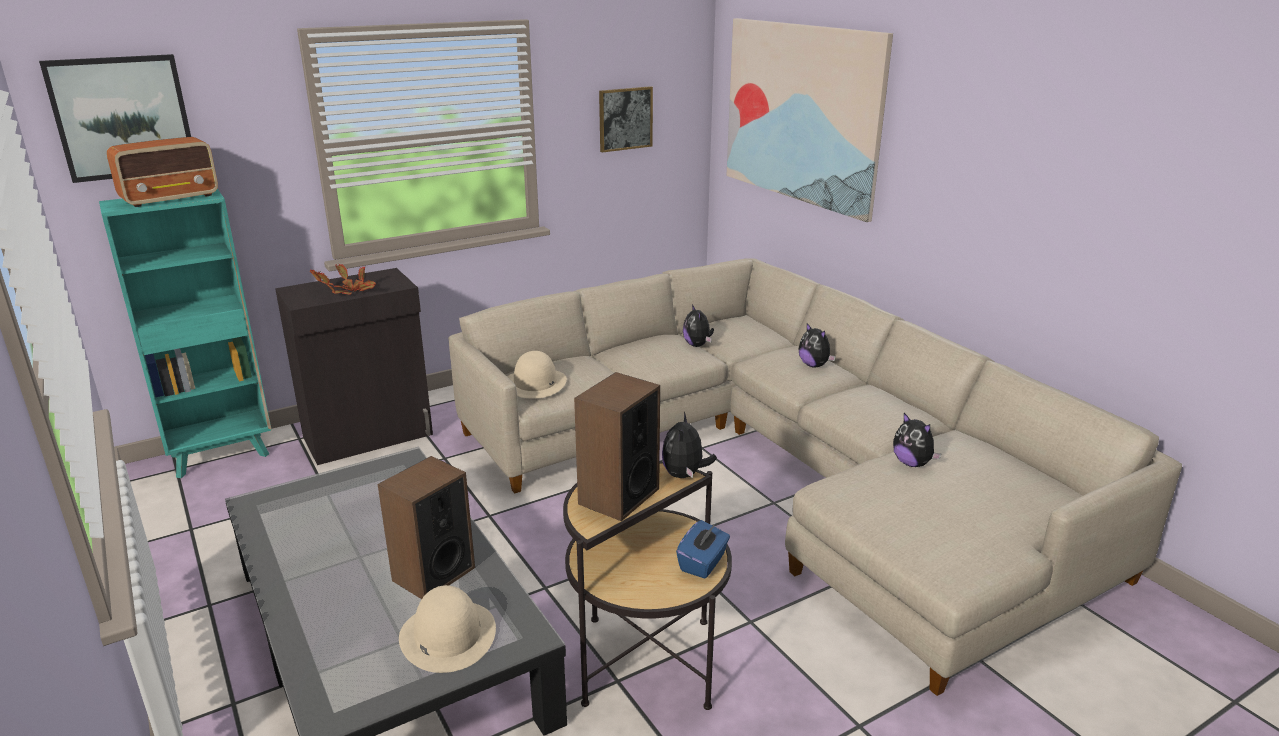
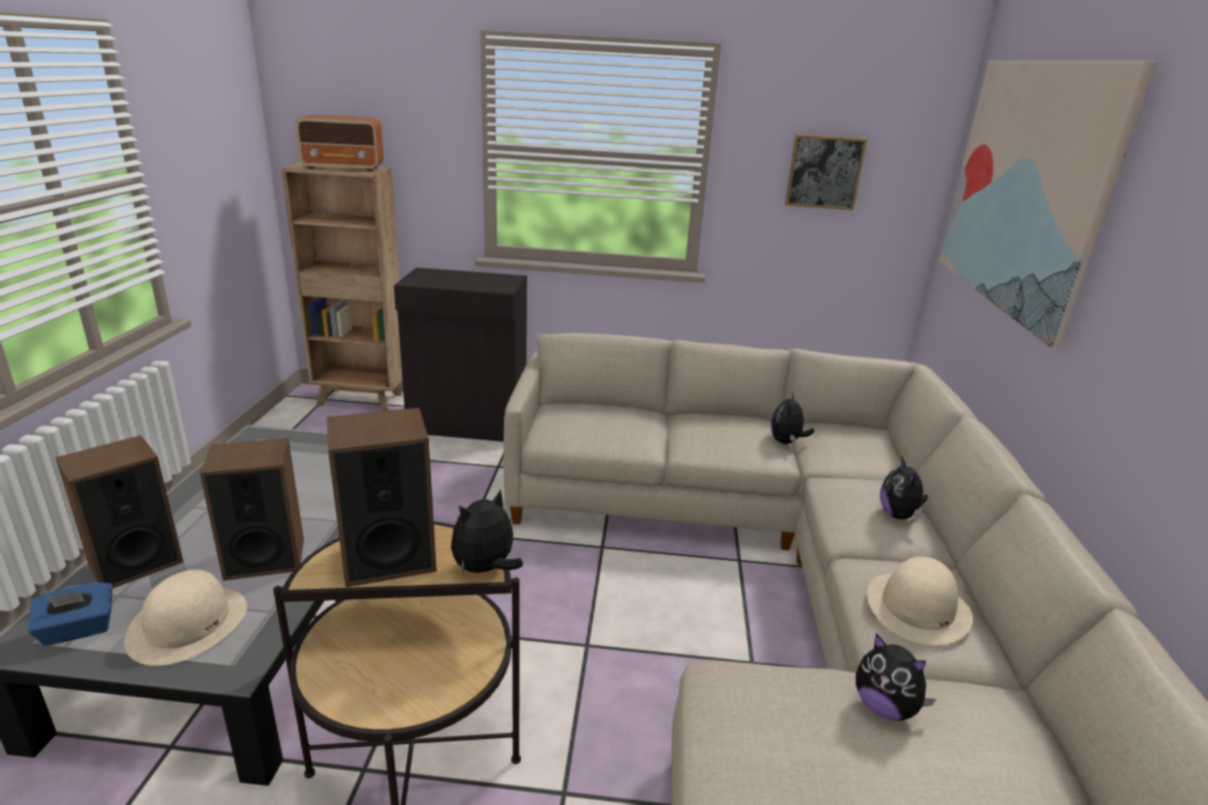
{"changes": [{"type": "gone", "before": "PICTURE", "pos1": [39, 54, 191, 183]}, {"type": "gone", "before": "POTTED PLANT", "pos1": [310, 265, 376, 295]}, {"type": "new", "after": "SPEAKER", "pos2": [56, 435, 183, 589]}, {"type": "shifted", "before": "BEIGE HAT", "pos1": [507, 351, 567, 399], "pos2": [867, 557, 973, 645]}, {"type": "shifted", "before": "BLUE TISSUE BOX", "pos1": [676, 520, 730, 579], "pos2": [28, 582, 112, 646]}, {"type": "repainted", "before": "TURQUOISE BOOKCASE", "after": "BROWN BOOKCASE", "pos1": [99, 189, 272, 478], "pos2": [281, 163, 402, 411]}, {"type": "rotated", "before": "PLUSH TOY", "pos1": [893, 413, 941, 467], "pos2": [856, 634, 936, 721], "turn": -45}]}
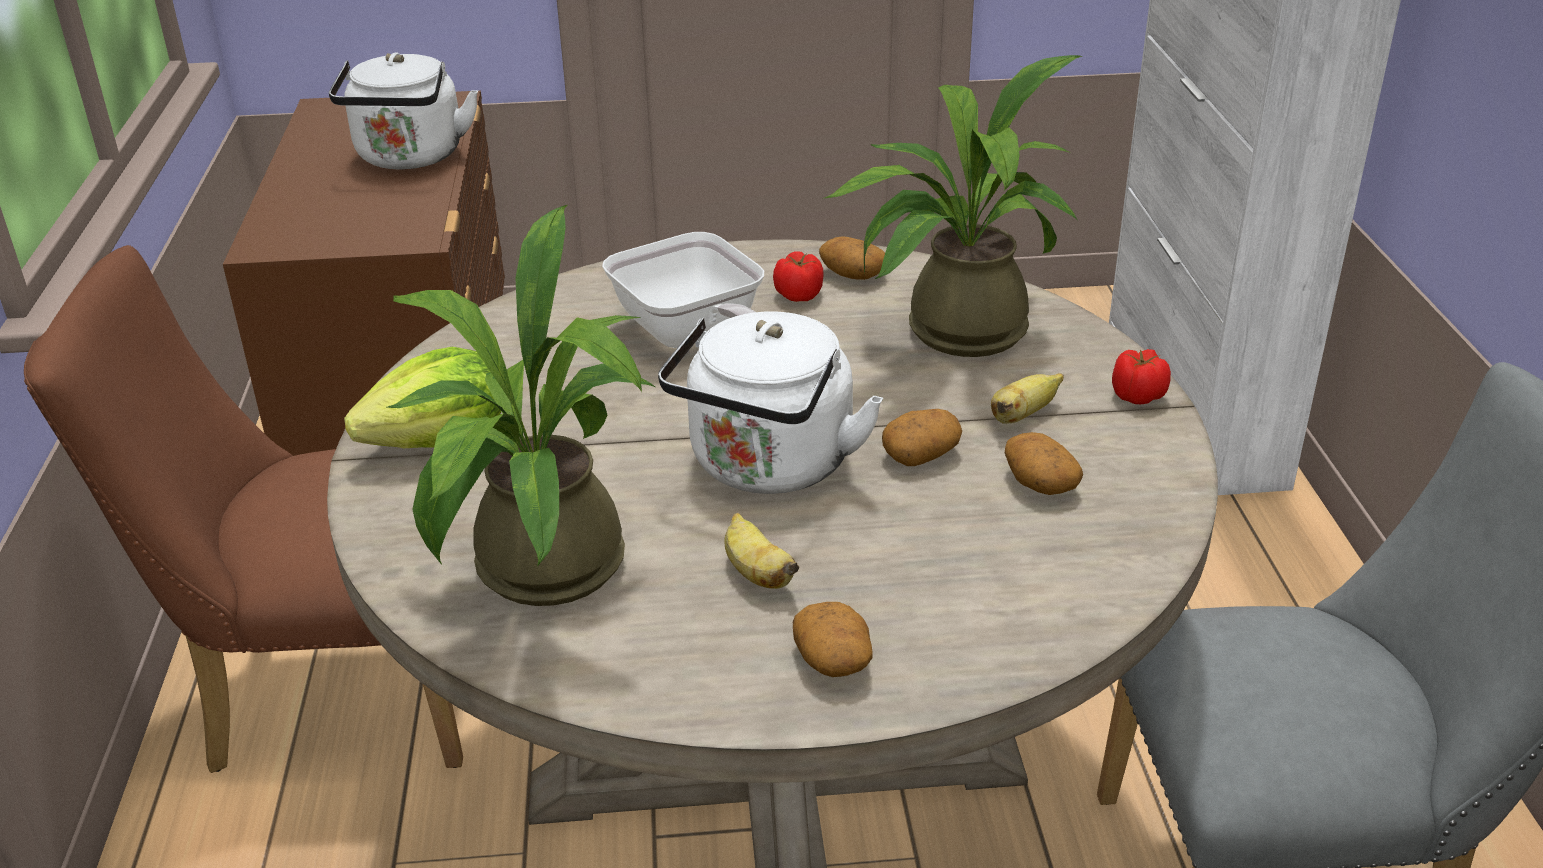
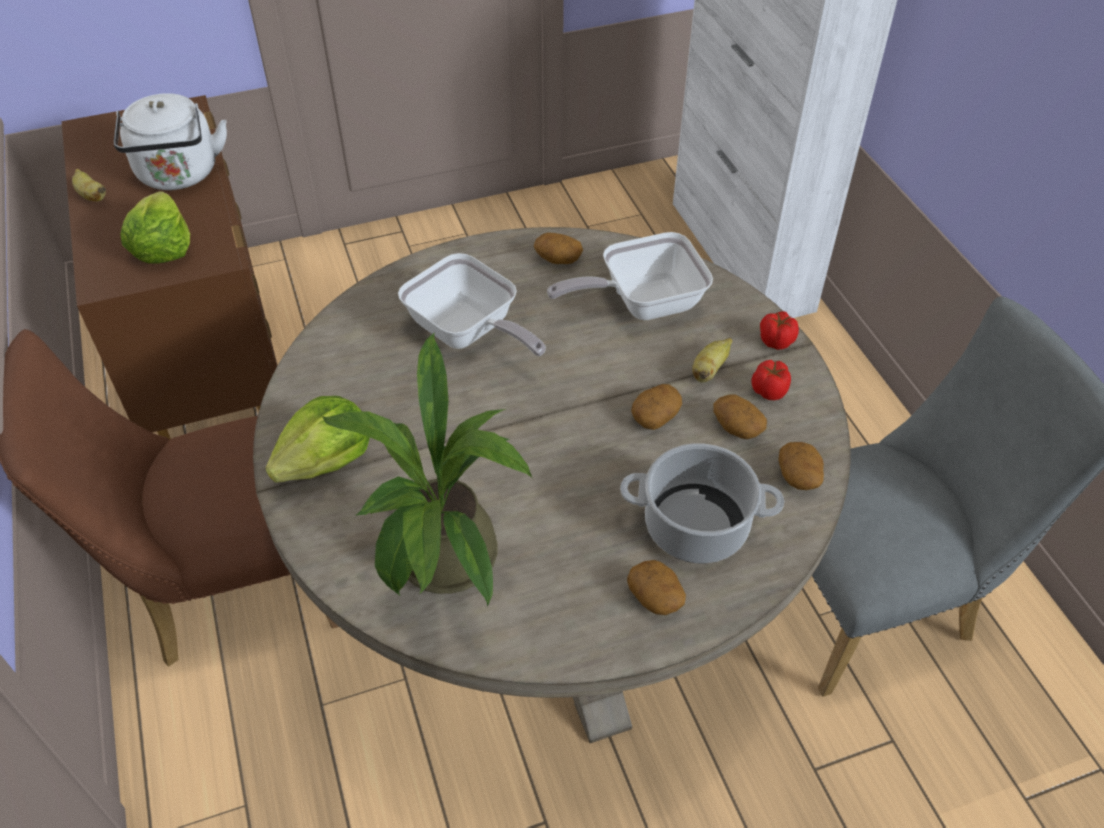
{"changes": [{"type": "gone", "before": "WHITE KETTLE", "pos1": [658, 311, 883, 494]}, {"type": "new", "after": "LETTUCE", "pos2": [120, 192, 190, 264]}, {"type": "new", "after": "COOKING POT", "pos2": [620, 443, 784, 563]}, {"type": "new", "after": "POTATO", "pos2": [778, 442, 824, 490]}, {"type": "shifted", "before": "BANANA", "pos1": [724, 513, 799, 589], "pos2": [72, 169, 106, 201]}, {"type": "shifted", "before": "TOMATO", "pos1": [773, 251, 824, 302], "pos2": [751, 360, 791, 400]}, {"type": "swapped", "before": "POTTED PLANT", "after": "FRYING PAN", "pos1": [825, 55, 1082, 357], "pos2": [547, 232, 713, 320]}]}
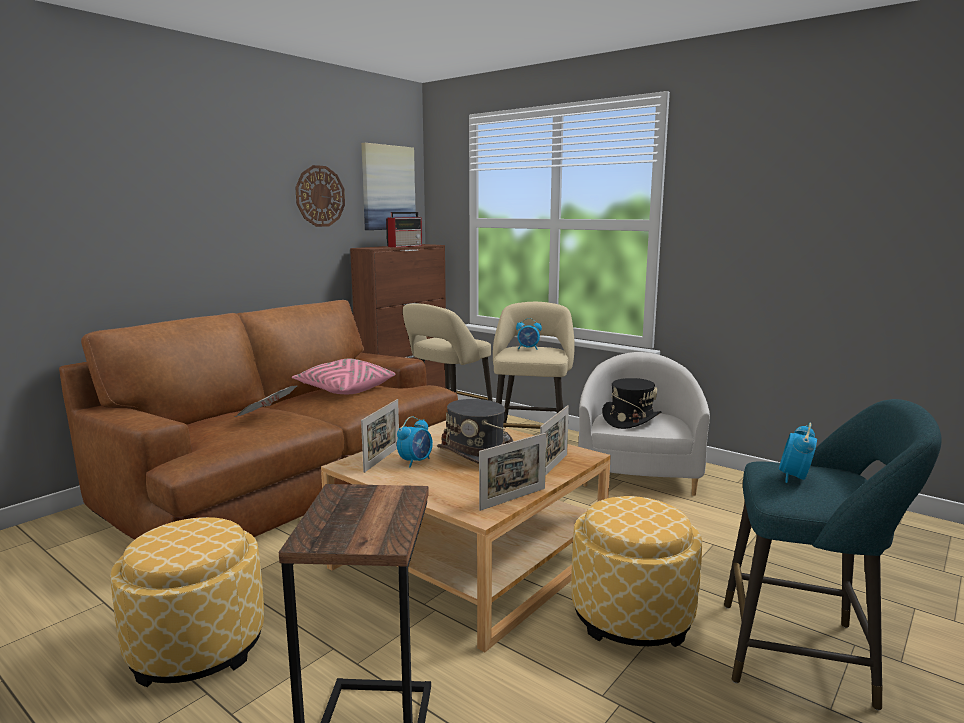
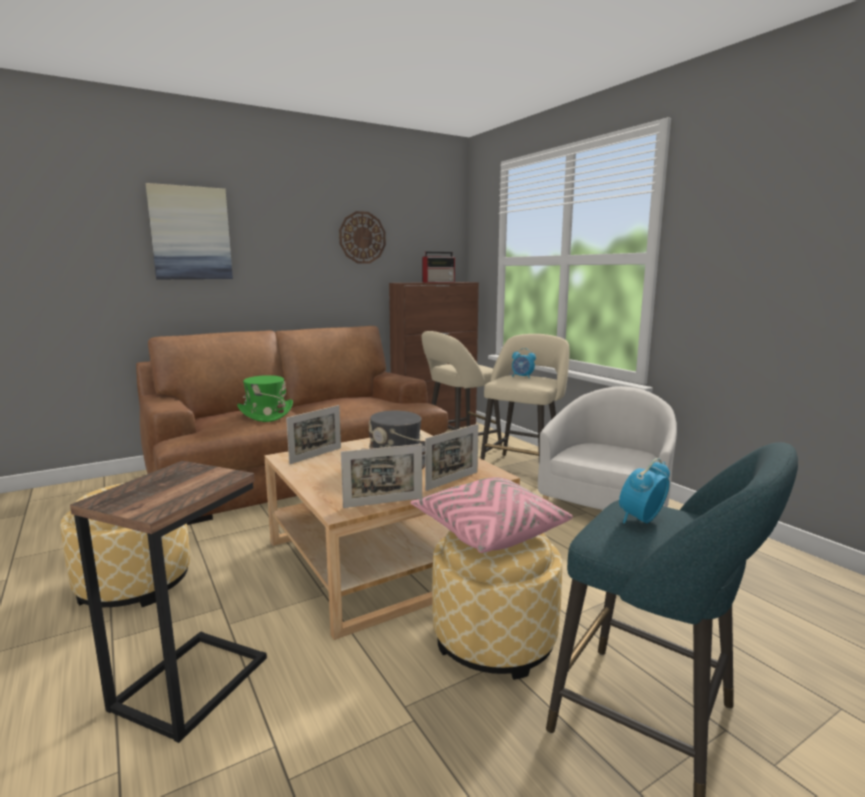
{"changes": [{"type": "gone", "before": "ALARM CLOCK", "pos1": [397, 416, 433, 467]}, {"type": "gone", "before": "BLACK HAT", "pos1": [602, 378, 661, 429]}, {"type": "shifted", "before": "PINK PILLOW", "pos1": [292, 359, 396, 394], "pos2": [410, 477, 573, 553]}, {"type": "shifted", "before": "PICTURE", "pos1": [361, 143, 416, 230], "pos2": [146, 183, 233, 279]}, {"type": "swapped", "before": "NEWSPAPER", "after": "GREEN HAT", "pos1": [235, 386, 297, 417], "pos2": [237, 375, 293, 422]}]}
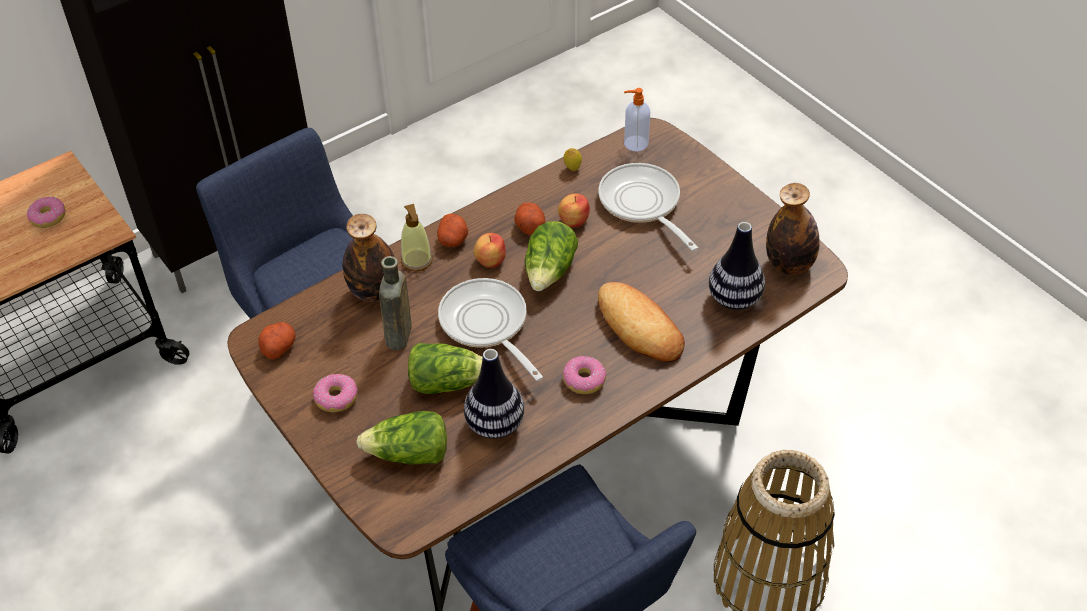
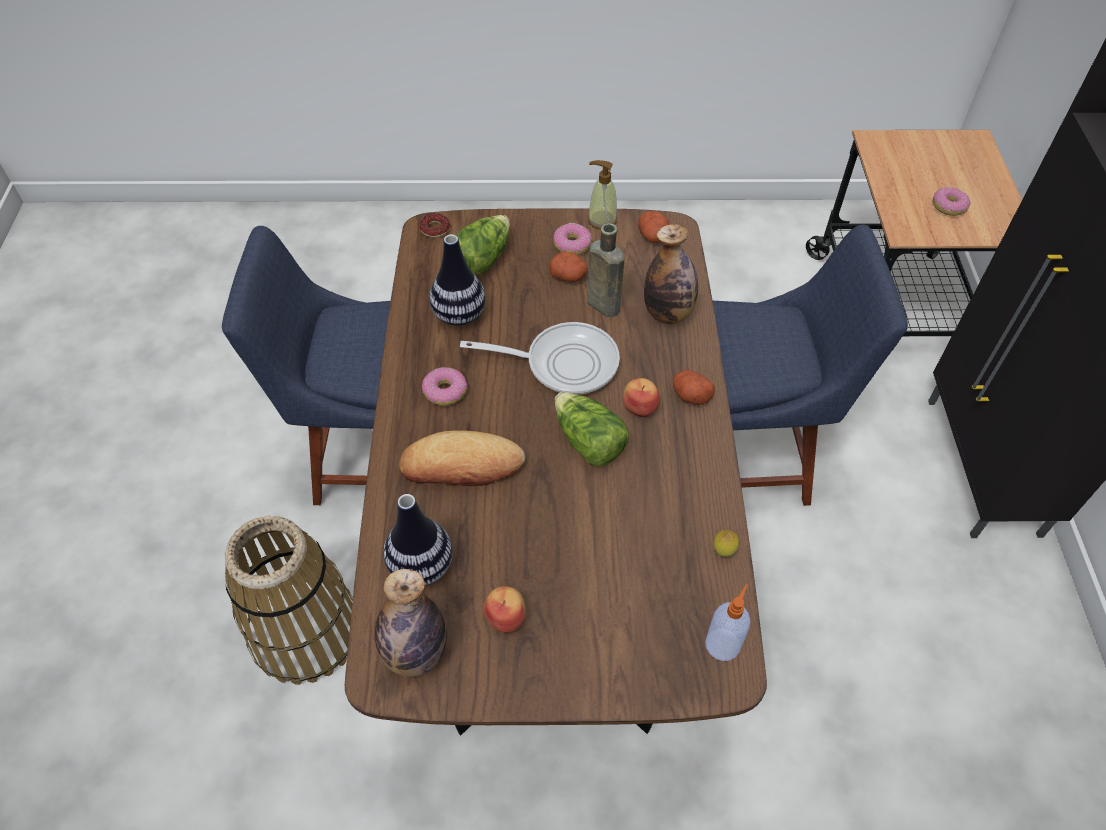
{"changes": [{"type": "gone", "before": "LETTUCE", "pos1": [408, 343, 482, 394]}, {"type": "gone", "before": "FRYING PAN", "pos1": [598, 163, 698, 251]}, {"type": "new", "after": "DONUT", "pos2": [420, 213, 450, 238]}, {"type": "shifted", "before": "SOAP DISPENSER", "pos1": [401, 204, 433, 272], "pos2": [588, 160, 617, 229]}, {"type": "shifted", "before": "POTATO", "pos1": [514, 202, 545, 235], "pos2": [549, 252, 588, 282]}, {"type": "shifted", "before": "APPLE", "pos1": [558, 193, 590, 227], "pos2": [483, 586, 526, 633]}]}
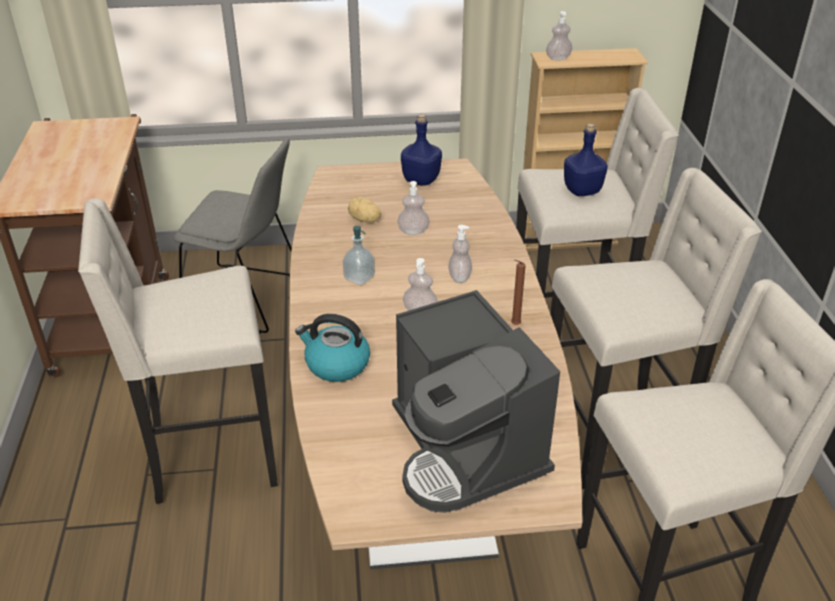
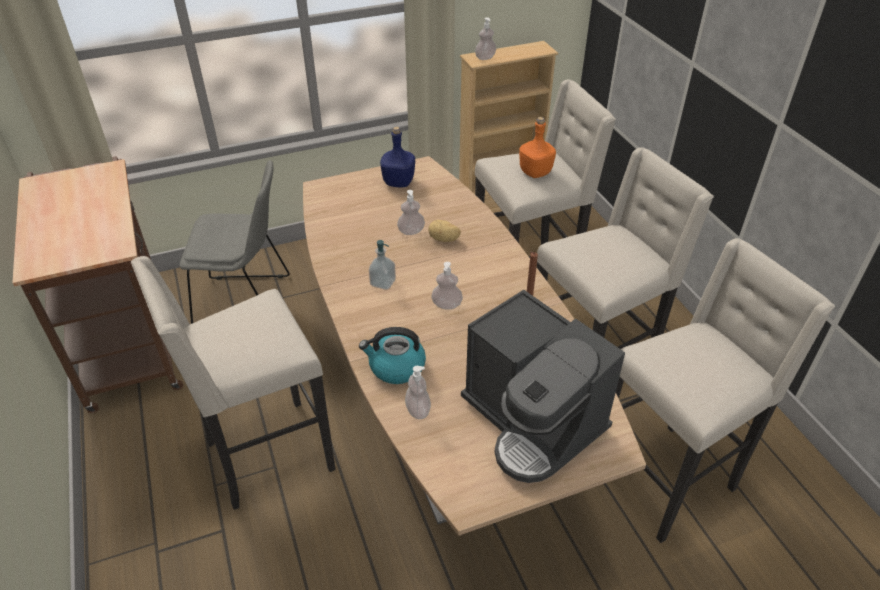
{"changes": [{"type": "shifted", "before": "POTATO", "pos1": [348, 197, 382, 222], "pos2": [428, 220, 461, 242]}, {"type": "shifted", "before": "SOAP DISPENSER", "pos1": [448, 225, 472, 283], "pos2": [405, 366, 431, 419]}, {"type": "repainted", "before": "BLUE BOTTLE", "after": "ORANGE BOTTLE", "pos1": [564, 124, 608, 196], "pos2": [519, 117, 556, 178]}]}
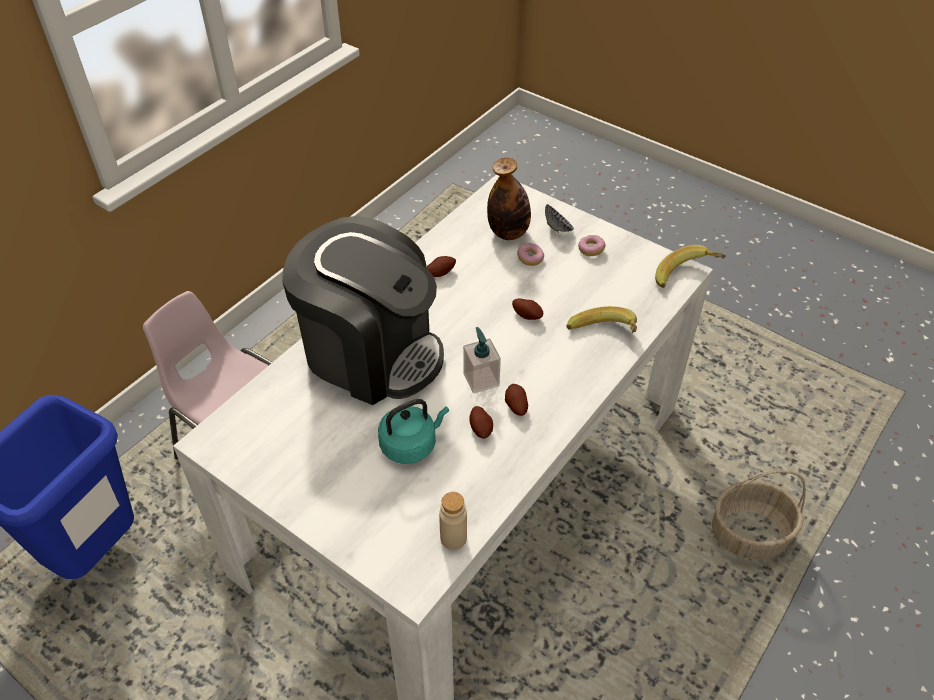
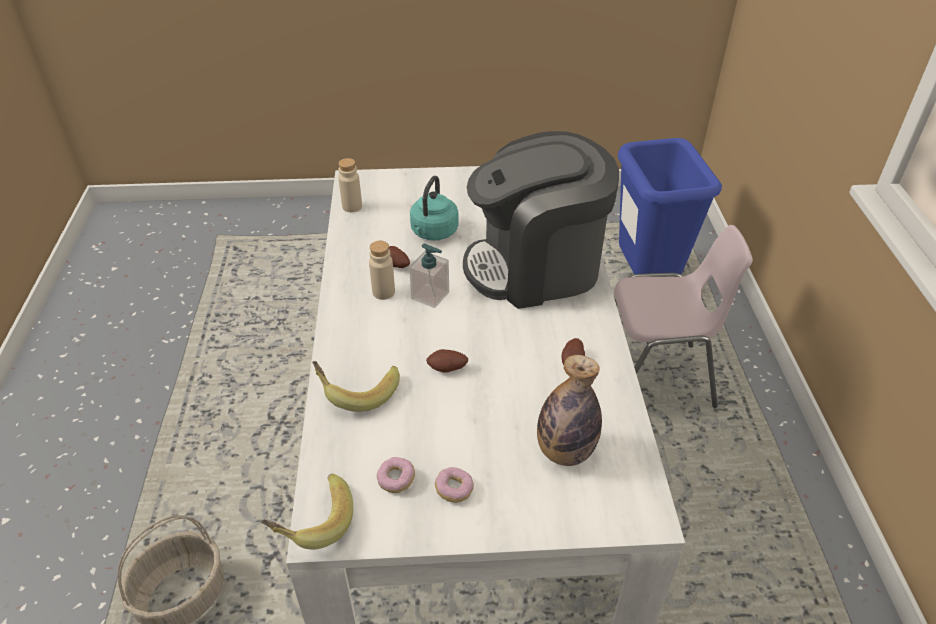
{"changes": [{"type": "gone", "before": "BOWL", "pos1": [545, 204, 574, 233]}, {"type": "shifted", "before": "DONUT", "pos1": [517, 243, 544, 266], "pos2": [377, 457, 415, 493]}, {"type": "swapped", "before": "POTATO", "after": "BEIGE BOTTLE", "pos1": [505, 384, 528, 416], "pos2": [369, 241, 395, 300]}]}
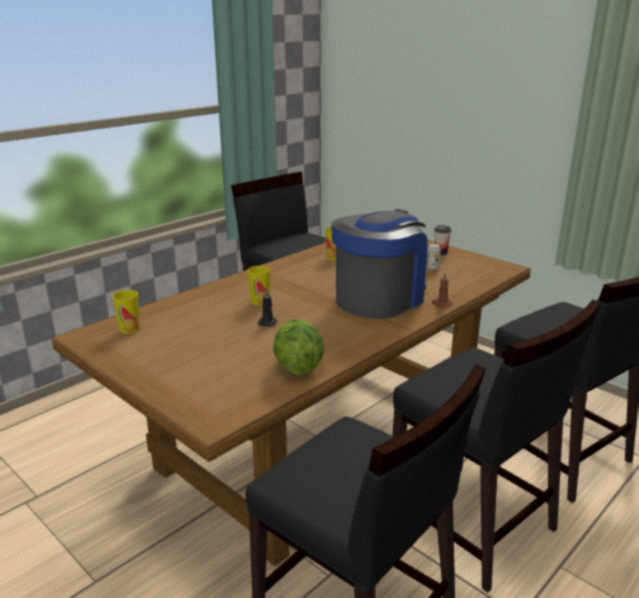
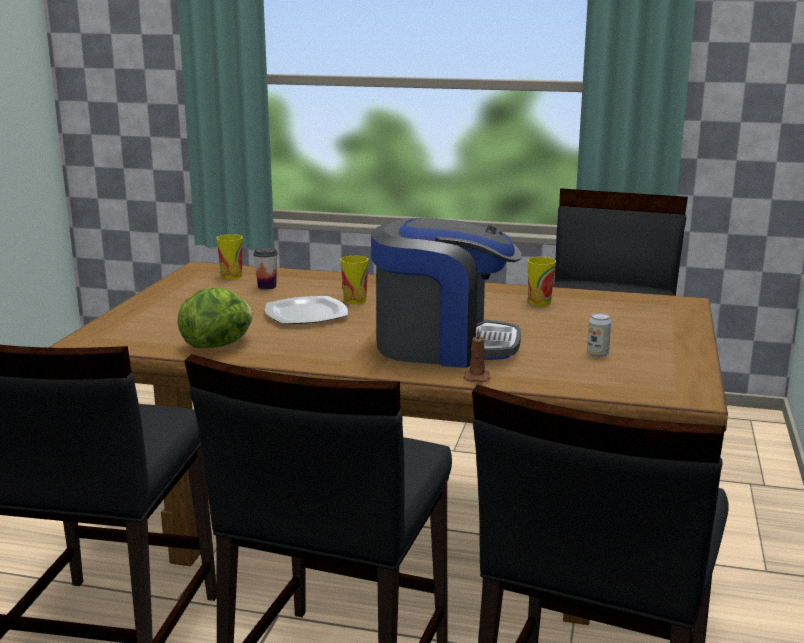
{"changes": [{"type": "shifted", "before": "CUP", "pos1": [434, 225, 451, 255], "pos2": [253, 247, 278, 290]}, {"type": "swapped", "before": "BLACK CANDLE", "after": "PLATE", "pos1": [258, 289, 277, 327], "pos2": [265, 296, 348, 324]}]}
